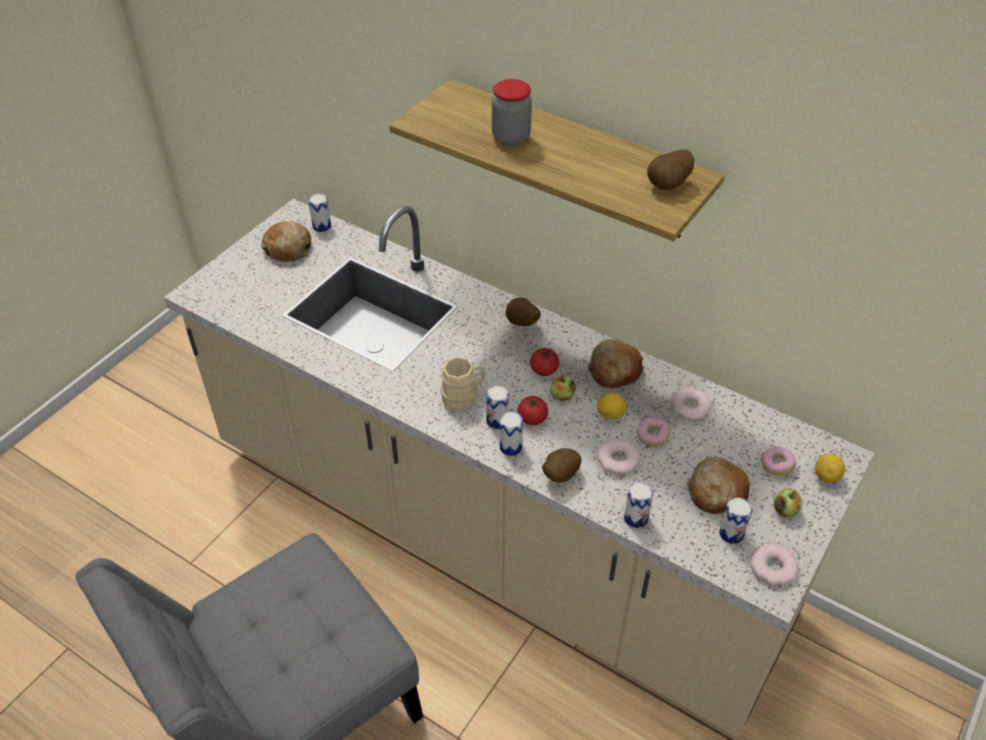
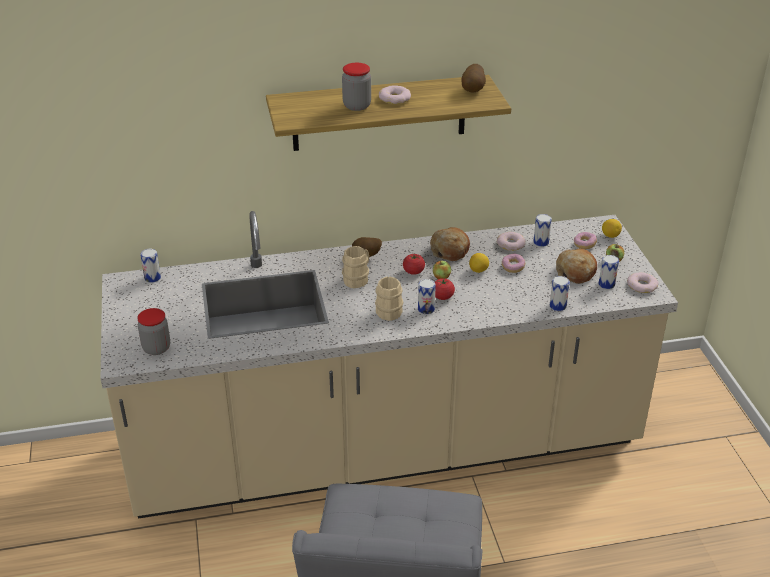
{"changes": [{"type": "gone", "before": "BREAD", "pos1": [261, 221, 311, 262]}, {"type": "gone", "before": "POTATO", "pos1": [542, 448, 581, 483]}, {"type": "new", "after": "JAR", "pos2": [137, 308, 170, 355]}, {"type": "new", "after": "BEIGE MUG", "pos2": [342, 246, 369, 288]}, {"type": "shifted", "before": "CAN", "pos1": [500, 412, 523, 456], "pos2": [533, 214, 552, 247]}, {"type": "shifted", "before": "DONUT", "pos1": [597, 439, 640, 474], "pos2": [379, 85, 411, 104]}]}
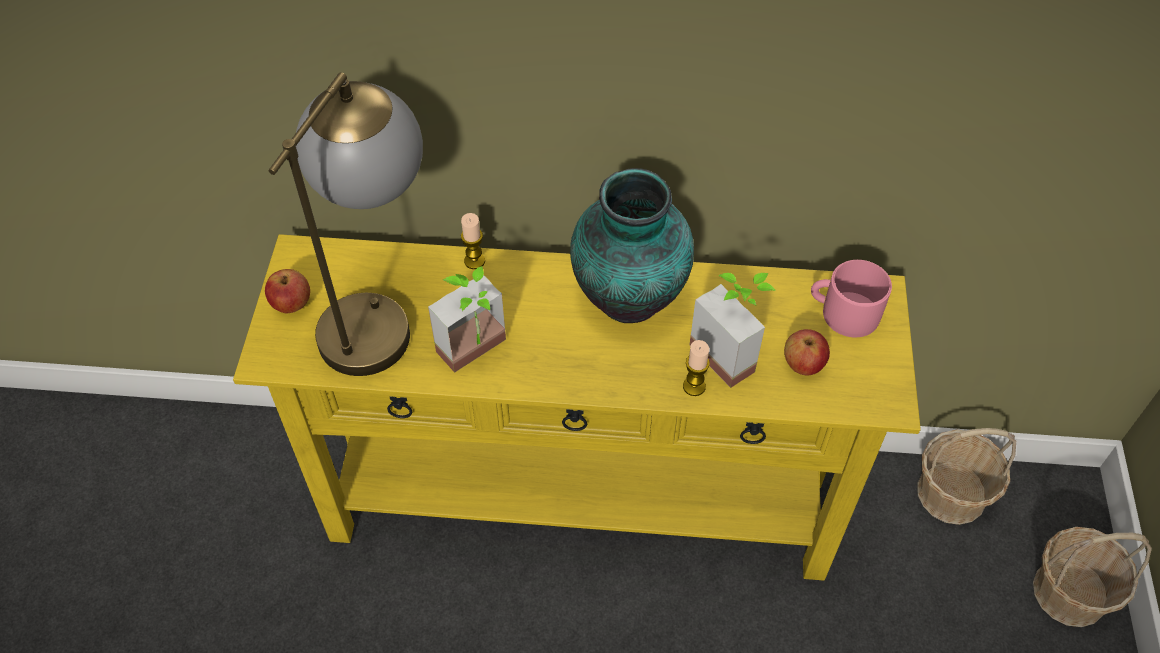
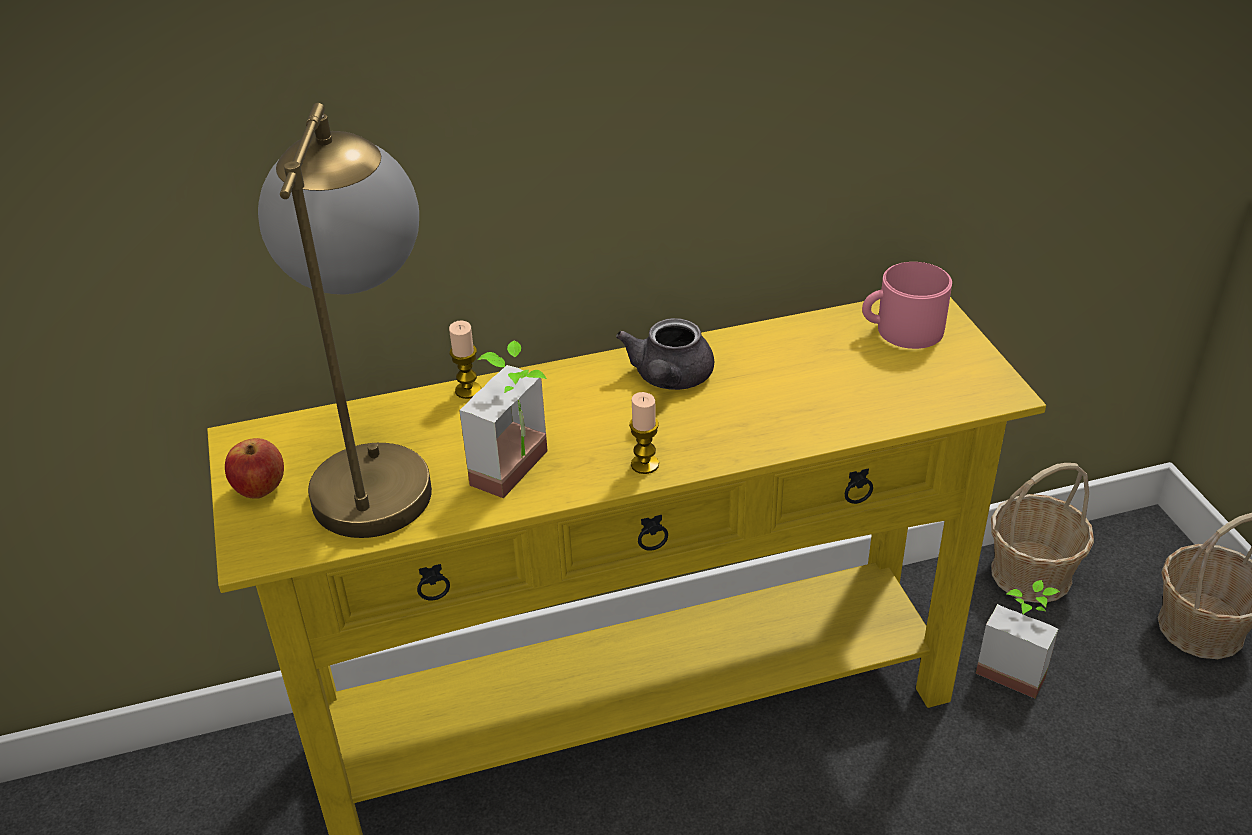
{"changes": [{"type": "gone", "before": "APPLE", "pos1": [784, 329, 830, 375]}, {"type": "shifted", "before": "CANDLE", "pos1": [683, 340, 710, 396], "pos2": [629, 392, 659, 474]}, {"type": "shifted", "before": "POTTED PLANT", "pos1": [689, 273, 776, 388], "pos2": [976, 580, 1061, 699]}, {"type": "swapped", "before": "VASE", "after": "GREY TEAPOT", "pos1": [570, 168, 694, 323], "pos2": [616, 318, 714, 390]}]}
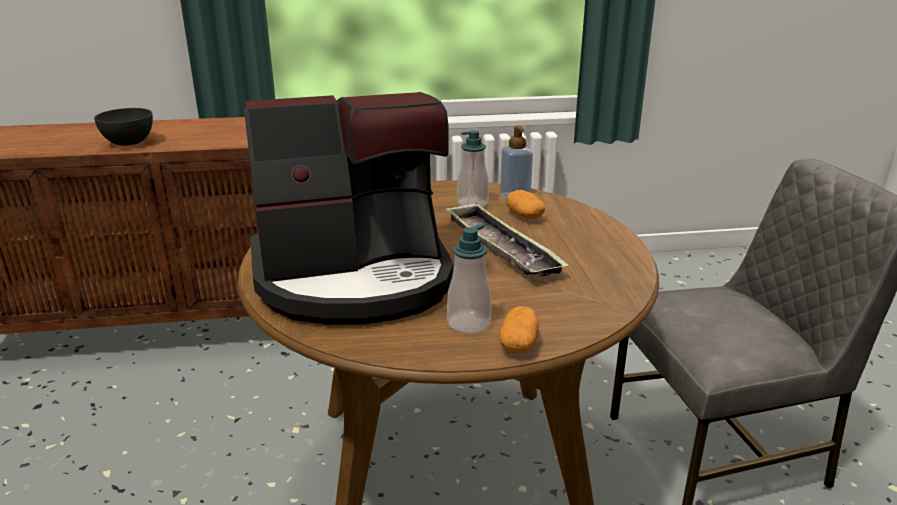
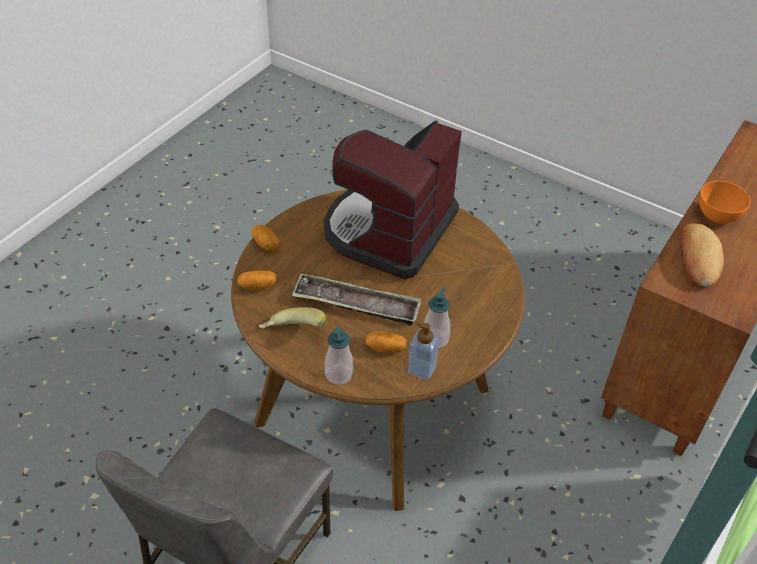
{"changes": [{"type": "new", "after": "POTATO", "pos2": [237, 271, 277, 290]}, {"type": "new", "after": "BANANA", "pos2": [259, 307, 327, 329]}, {"type": "new", "after": "BREAD", "pos2": [680, 223, 724, 287]}, {"type": "shifted", "before": "SOAP DISPENSER", "pos1": [447, 224, 491, 334], "pos2": [325, 327, 354, 385]}, {"type": "repainted", "before": "GREY BOWL", "after": "ORANGE BOWL", "pos1": [94, 108, 153, 146], "pos2": [699, 181, 751, 223]}]}
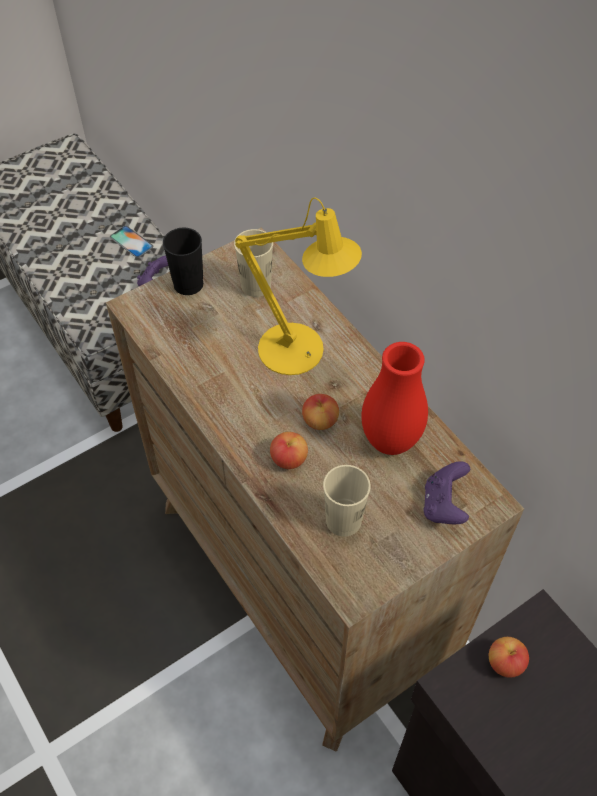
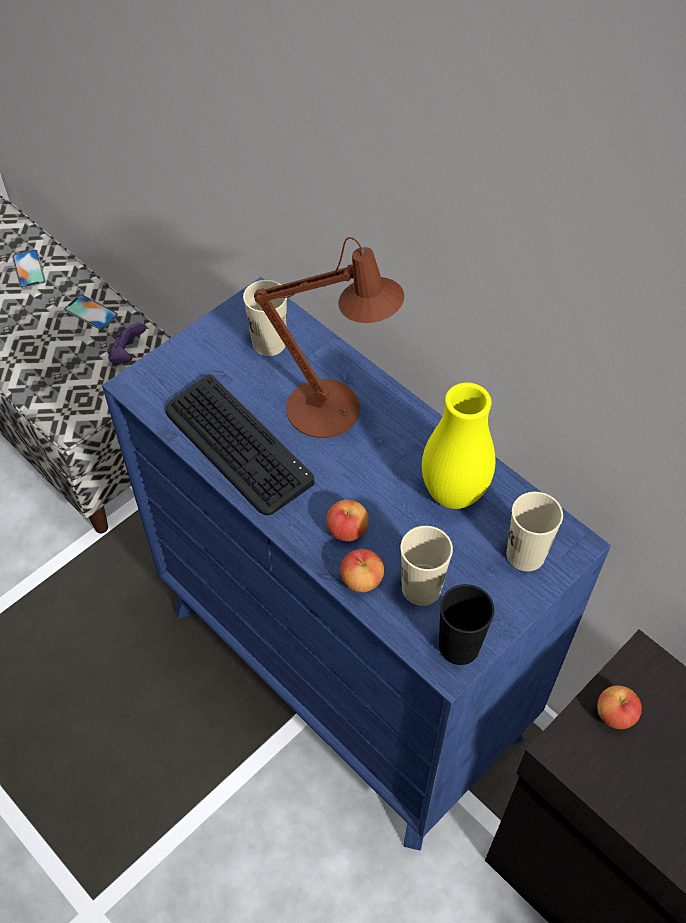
{"changes": [{"type": "new", "after": "PHONE", "pos2": [12, 250, 46, 288]}, {"type": "new", "after": "KEYBOARD", "pos2": [166, 374, 315, 516]}, {"type": "shifted", "before": "BLACK CUP", "pos1": [163, 228, 203, 295], "pos2": [439, 584, 494, 665]}, {"type": "shifted", "before": "APPLE", "pos1": [302, 394, 339, 430], "pos2": [340, 549, 384, 592]}, {"type": "swapped", "before": "PURPLE GAME CONTROLLER", "after": "BEIGE CUP", "pos1": [423, 461, 470, 524], "pos2": [506, 492, 563, 571]}, {"type": "repainted", "before": "BROWN DRESSER", "after": "BLUE DRESSER", "pos1": [106, 227, 524, 752], "pos2": [102, 277, 611, 851]}, {"type": "repainted", "before": "YELLOW TABLE LAMP", "after": "BROWN TABLE LAMP", "pos1": [235, 197, 362, 375], "pos2": [254, 237, 404, 438]}, {"type": "repainted", "before": "RED VASE", "after": "YELLOW VASE", "pos1": [361, 342, 428, 455], "pos2": [422, 382, 495, 509]}]}
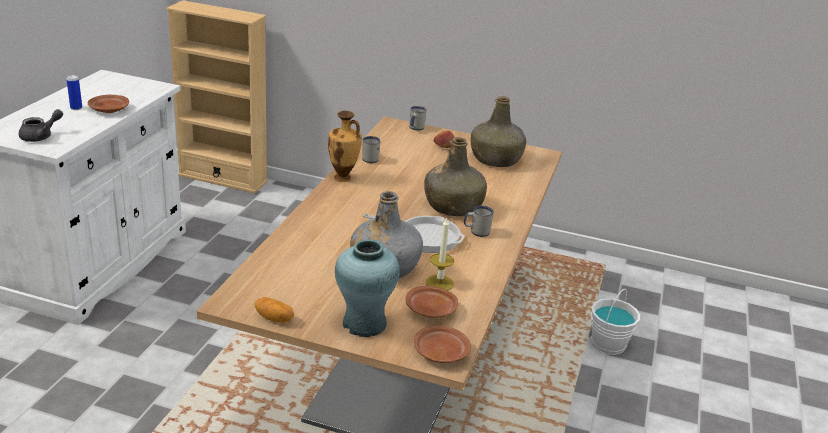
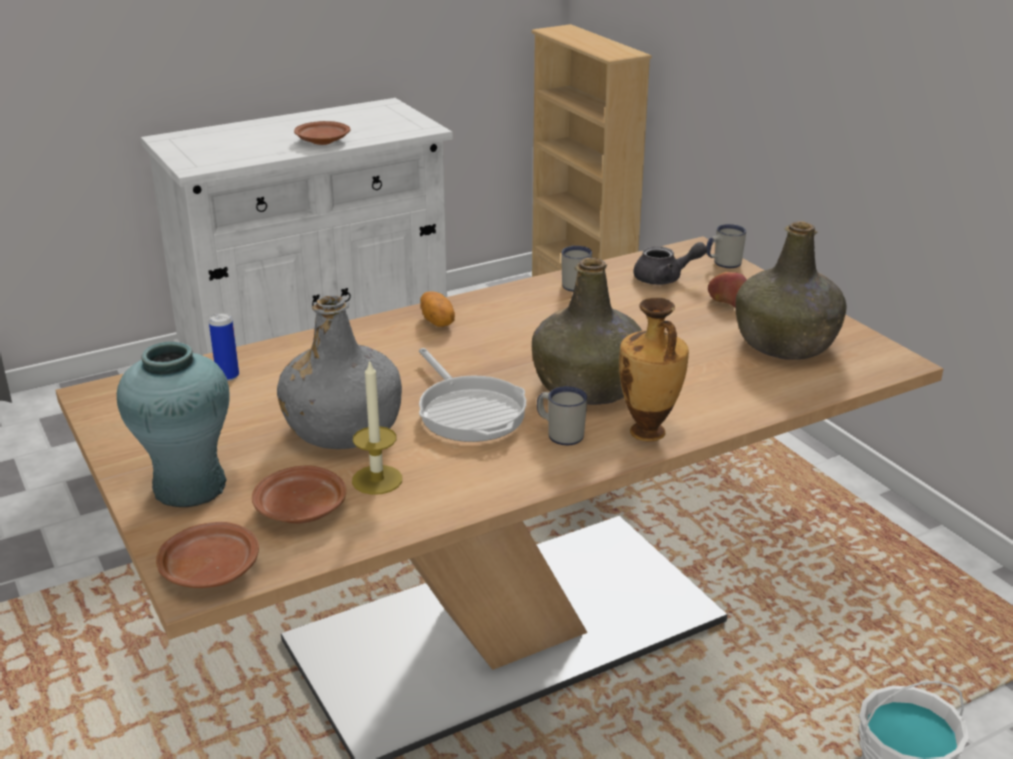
{"changes": [{"type": "shifted", "before": "GREY TEAPOT", "pos1": [19, 109, 63, 142], "pos2": [634, 242, 707, 285]}, {"type": "shifted", "before": "CAN", "pos1": [66, 75, 82, 110], "pos2": [209, 313, 239, 381]}, {"type": "shifted", "before": "POTATO", "pos1": [254, 297, 294, 323], "pos2": [420, 291, 455, 327]}, {"type": "shifted", "before": "VASE", "pos1": [328, 111, 362, 182], "pos2": [619, 298, 689, 442]}]}
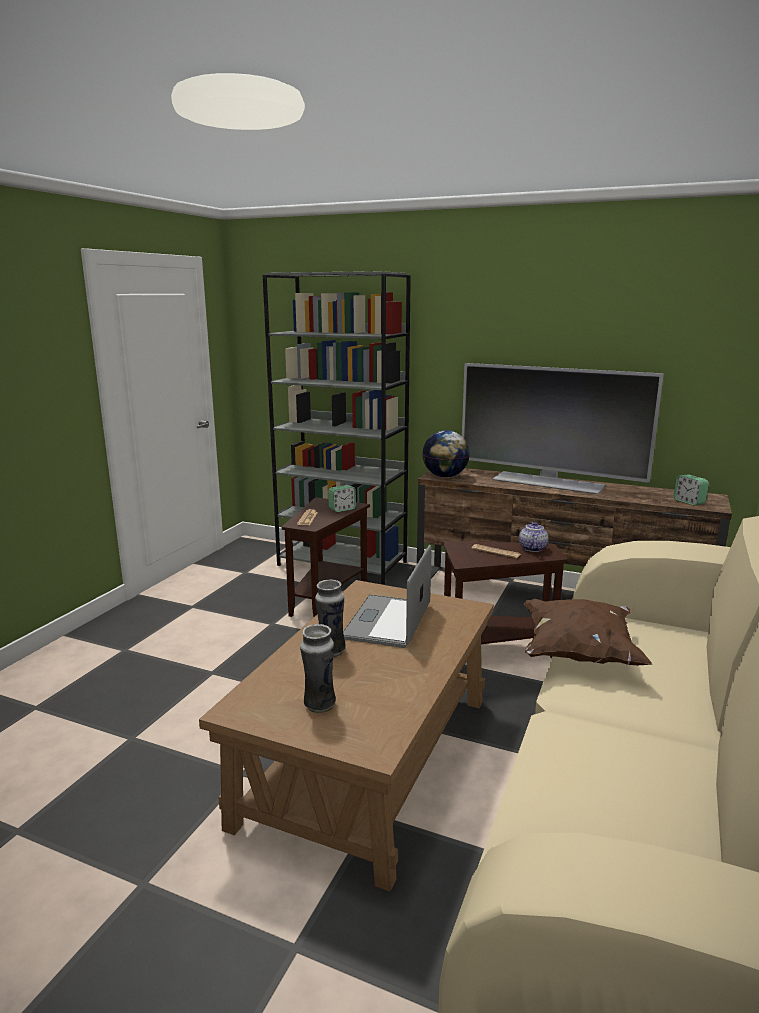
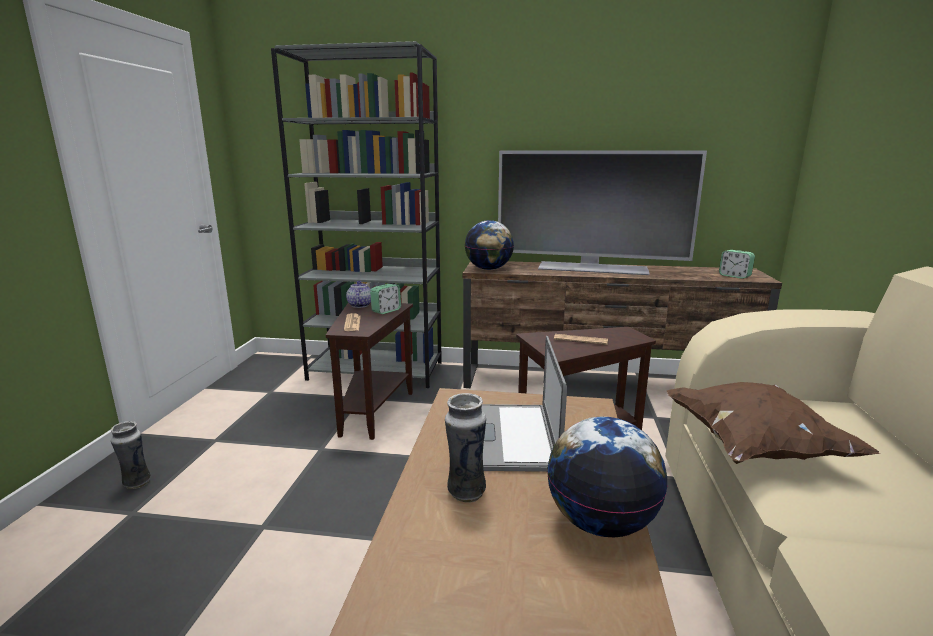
{"changes": [{"type": "new", "after": "GLOBE", "pos2": [547, 417, 668, 537]}, {"type": "shifted", "before": "VASE", "pos1": [300, 624, 336, 713], "pos2": [111, 421, 151, 489]}, {"type": "shifted", "before": "TEAPOT", "pos1": [519, 522, 548, 552], "pos2": [346, 281, 371, 308]}]}
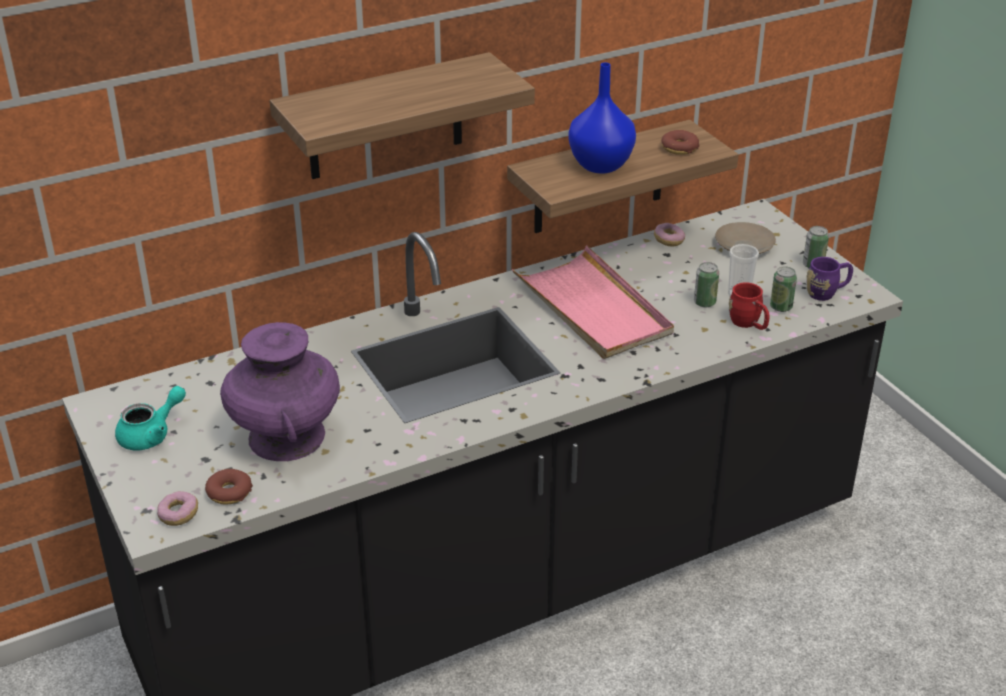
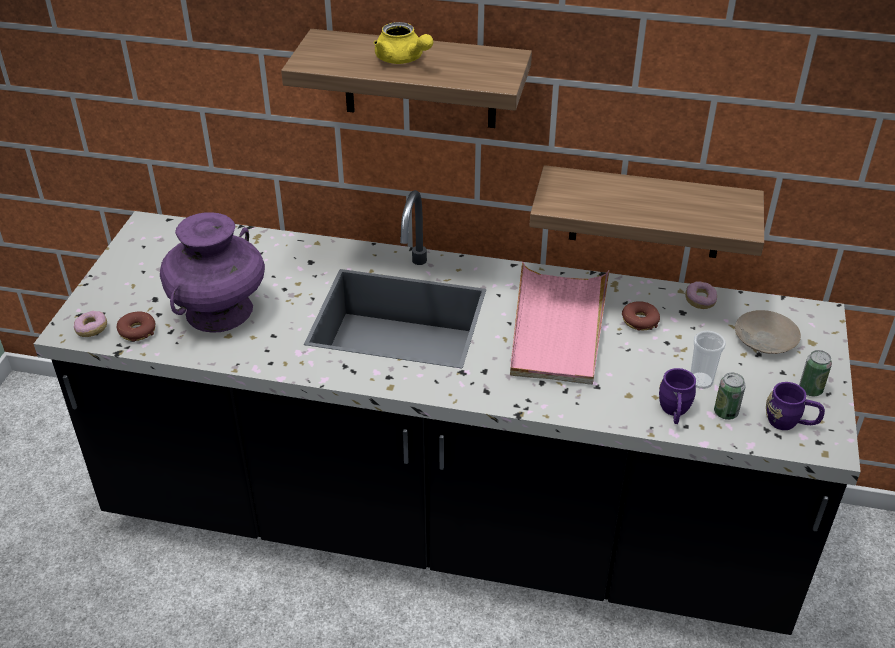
{"changes": [{"type": "gone", "before": "TURQUOISE TEAPOT", "pos1": [115, 386, 186, 451]}, {"type": "gone", "before": "BLUE VASE", "pos1": [569, 63, 636, 173]}, {"type": "gone", "before": "CAN", "pos1": [694, 262, 719, 307]}, {"type": "new", "after": "YELLOW TEAPOT", "pos2": [374, 22, 433, 64]}, {"type": "shifted", "before": "DONUT", "pos1": [661, 130, 699, 155], "pos2": [622, 301, 660, 330]}, {"type": "repainted", "before": "RED MUG", "after": "PURPLE MUG", "pos1": [729, 282, 769, 330], "pos2": [659, 368, 696, 424]}]}
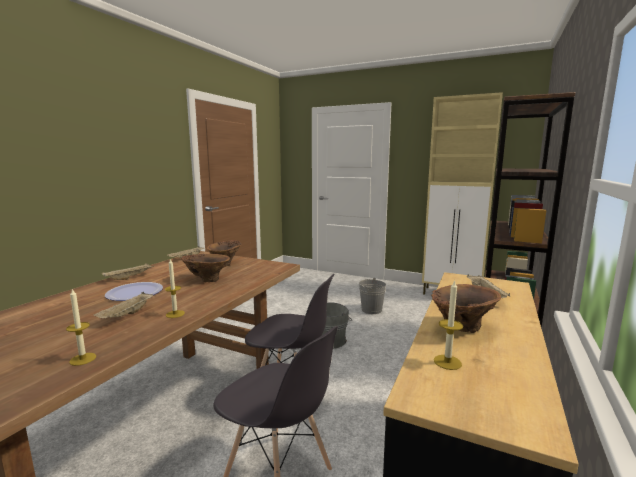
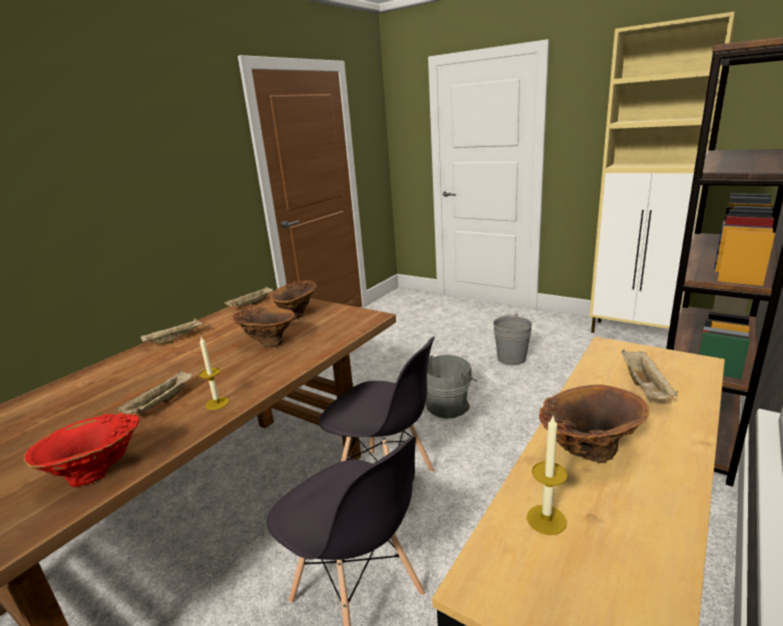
{"changes": [{"type": "gone", "before": "PLATE", "pos1": [105, 282, 163, 301]}, {"type": "swapped", "before": "CANDLE", "after": "RED VASE", "pos1": [66, 289, 96, 366], "pos2": [24, 413, 140, 487]}]}
